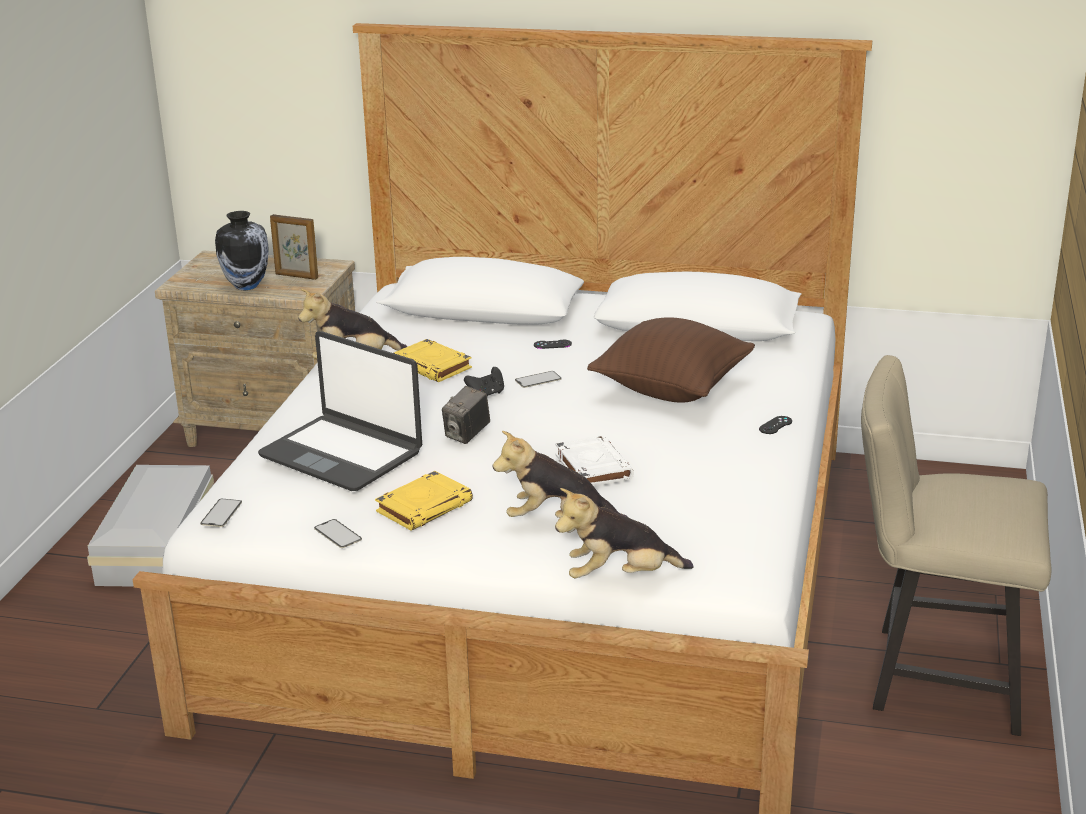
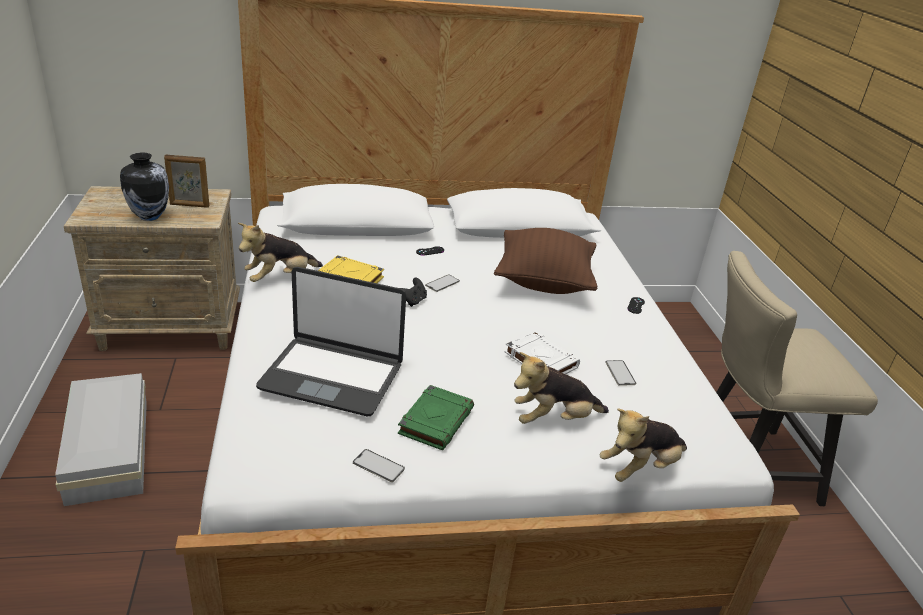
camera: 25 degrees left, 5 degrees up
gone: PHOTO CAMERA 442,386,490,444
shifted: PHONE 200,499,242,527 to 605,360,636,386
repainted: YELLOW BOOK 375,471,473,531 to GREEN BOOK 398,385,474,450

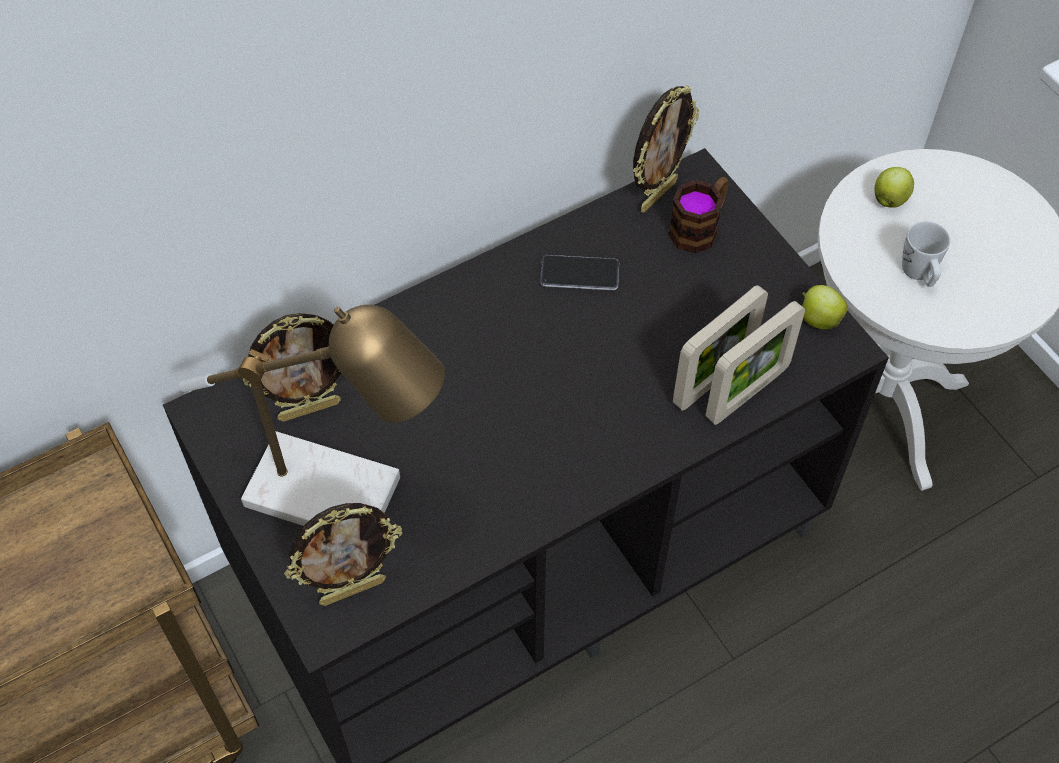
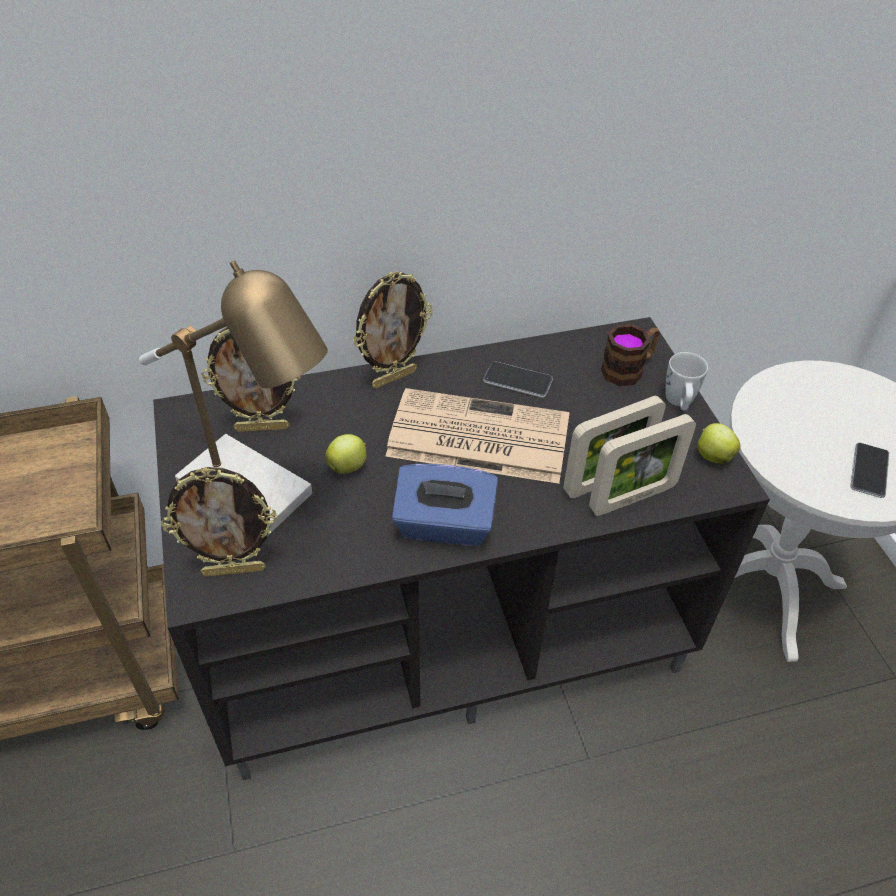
camera: 15 degrees right, 10 degrees down
new: NEWSPAPER 386,388,570,484; BLUE TISSUE BOX 392,464,498,546; PHONE 850,443,889,498
shifted: APPLE 875,167,914,207 to 325,434,366,474; PICTURE FRAME 633,85,699,213 to 353,272,433,389; WHITE MUG 902,221,950,287 to 665,352,708,410

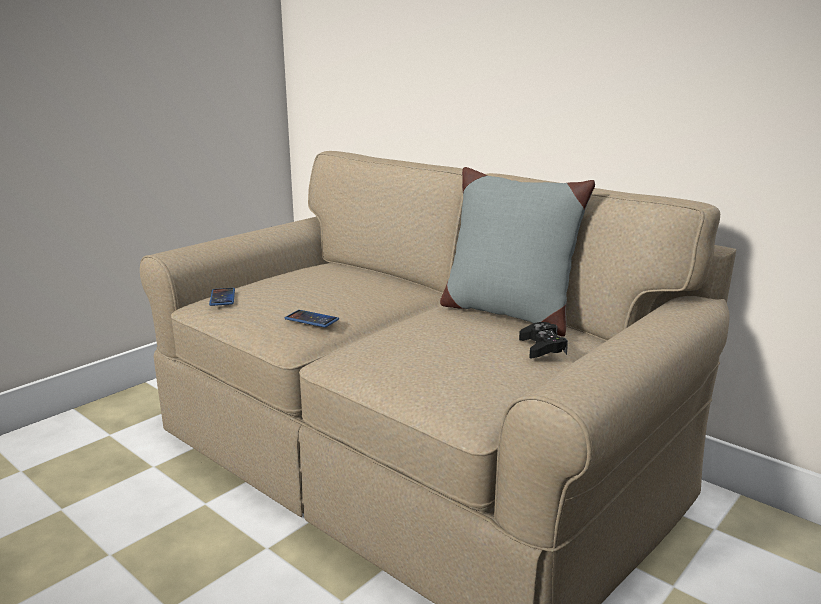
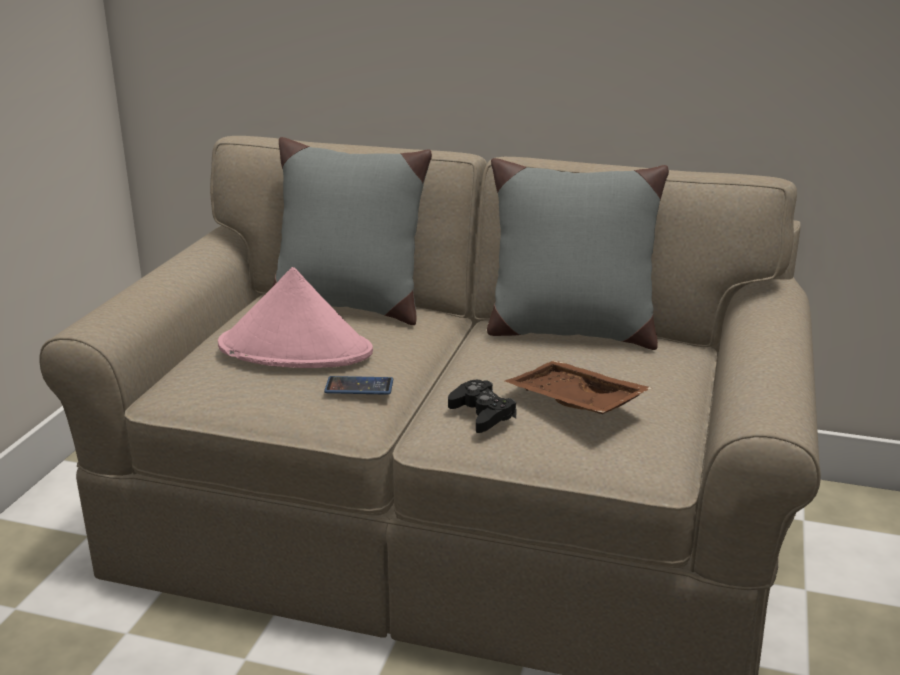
camera: 25 degrees left, 5 degrees up
gone: PHONE 209,288,235,306
new: PINK HAT 218,267,373,368; GREY PILLOW 272,137,432,325; BROWN TRAY 505,361,652,414
shifted: BLACK GAME CONTROLLER 519,322,568,358 to 448,380,517,433

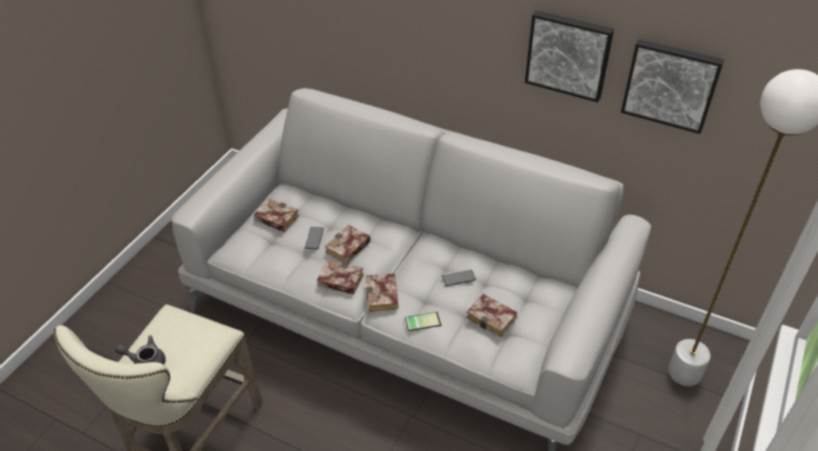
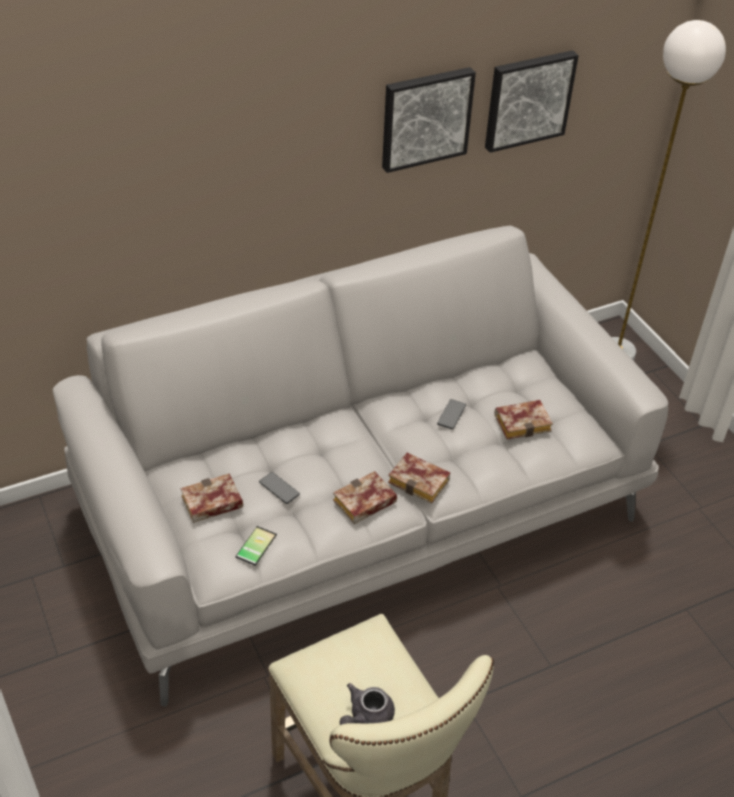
camera: 55 degrees left, 0 degrees up
gone: BOOK 325,225,371,263
shifted: PHONE 405,312,441,331 to 235,526,277,566

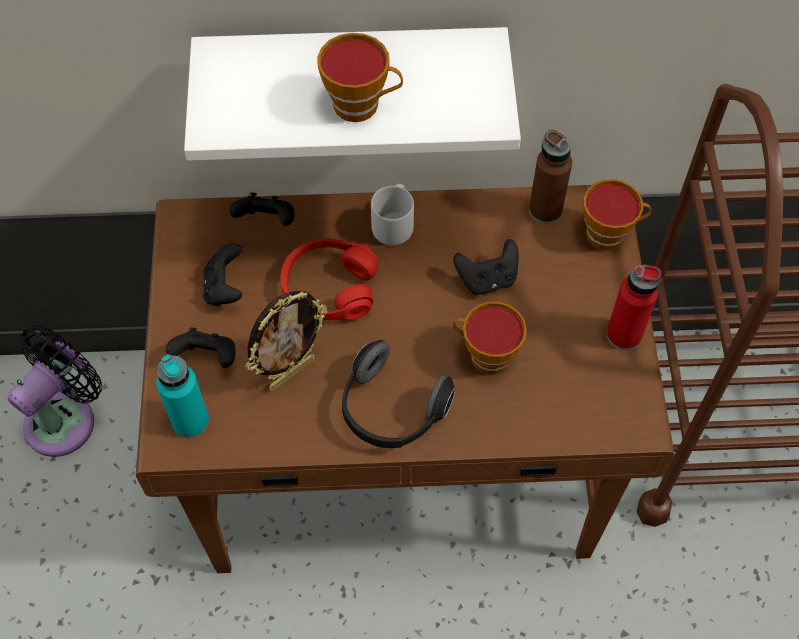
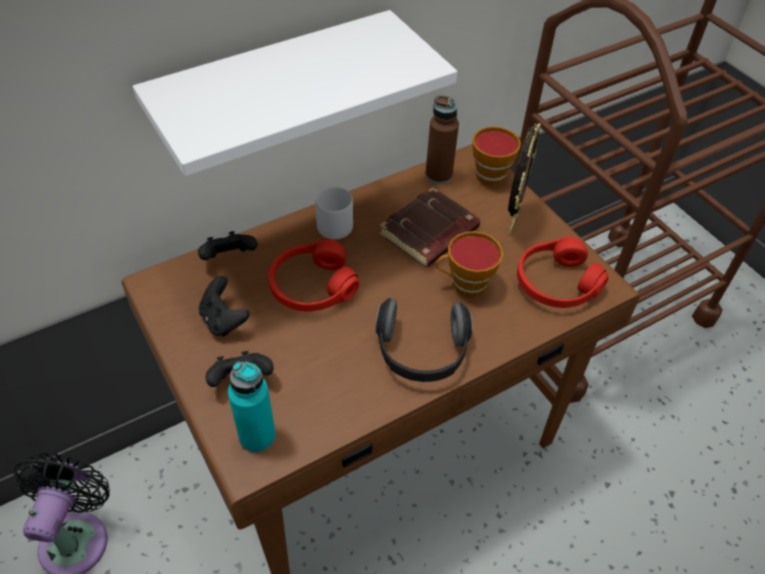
camera: 30 degrees left, 10 degrees down
gone: CUP 317,33,403,122; RED BOTTLE 606,264,662,350
new: RED HEADPHONES 517,236,609,308
shifted: PICTURE FRAME 246,291,327,391 to 508,123,541,234
swapped: BLACK GAME CONTROLLER 454,239,519,295 to BROWN BOOK 379,187,480,267

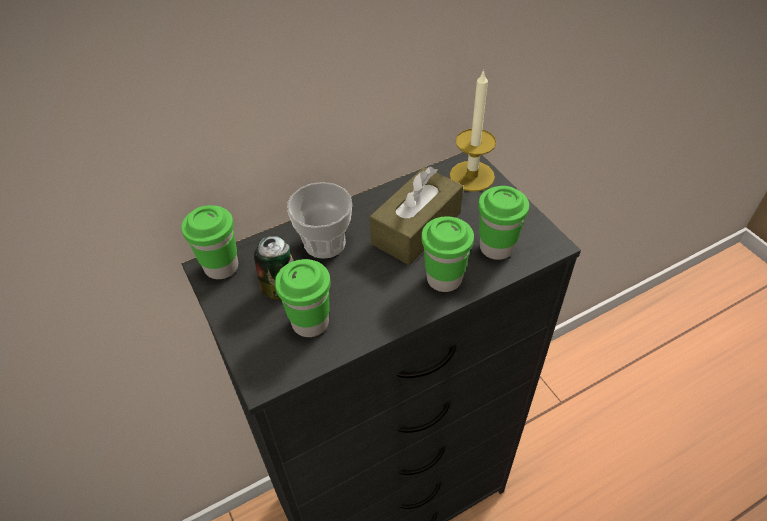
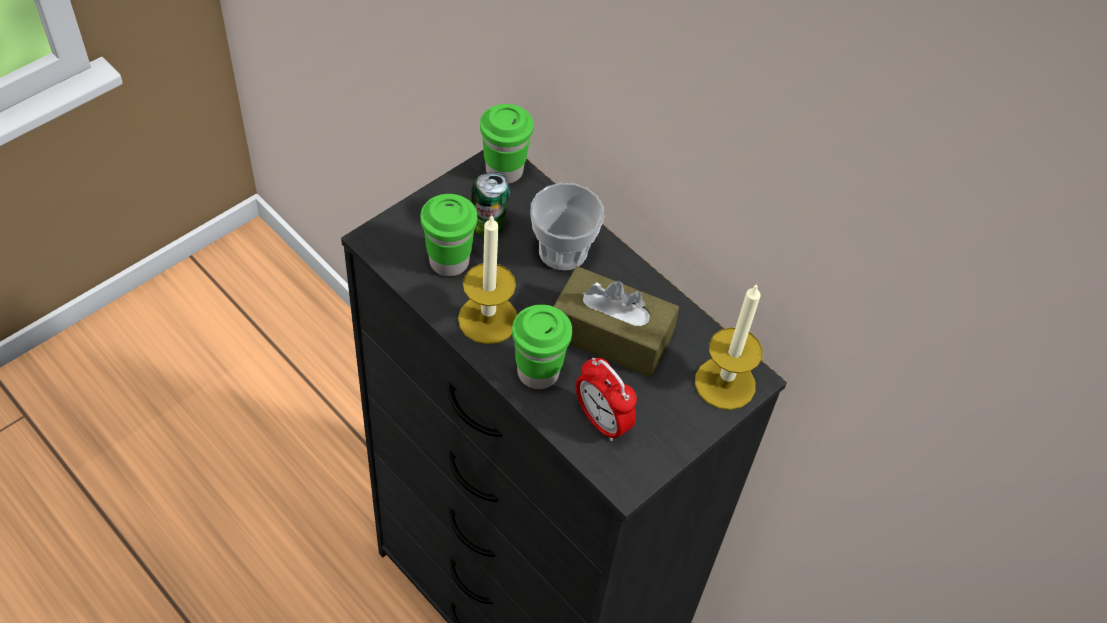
camera: 70 degrees right, 5 degrees up
new: CANDLE 458,215,517,344
swapped: GREEN CUP 478,186,529,260 to ALARM CLOCK 576,358,637,441

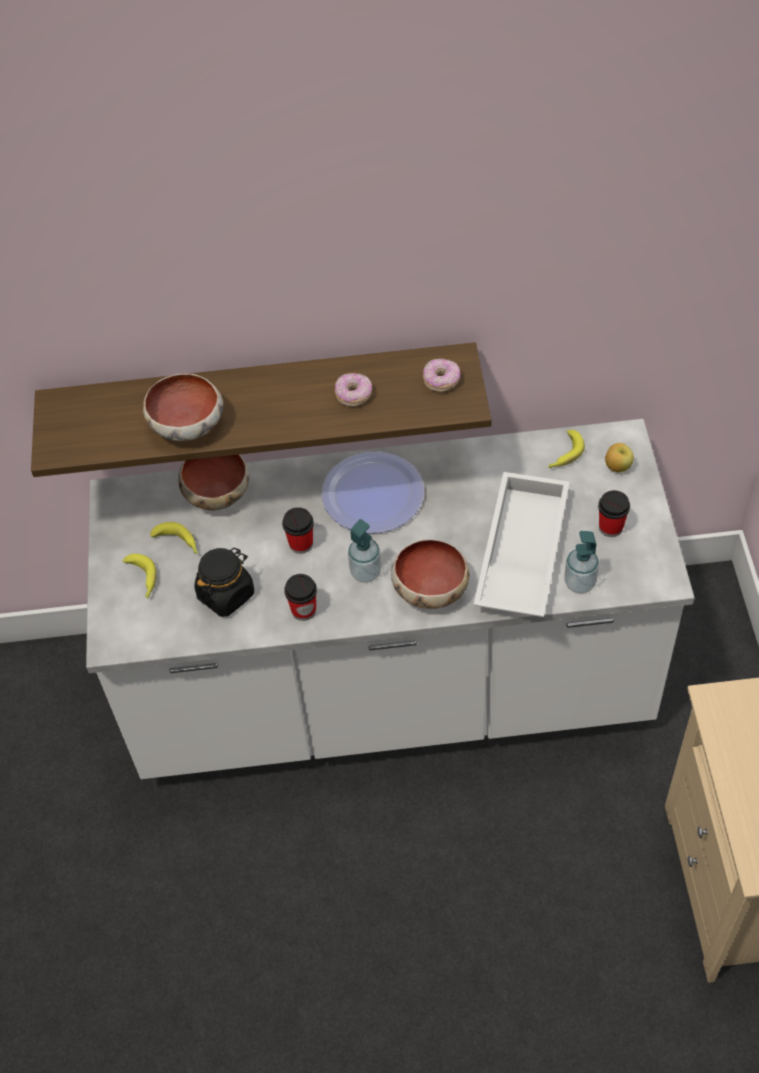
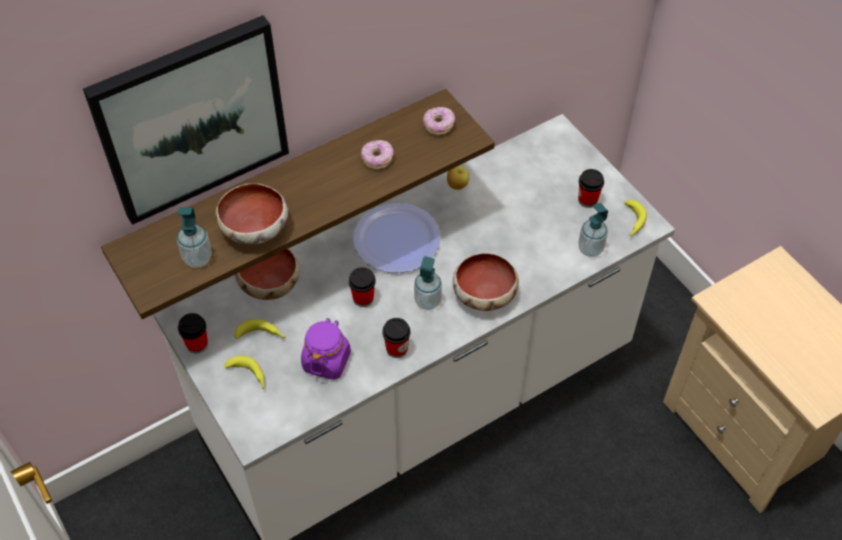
camera: 30 degrees left, 0 degrees up
gone: WHITE TRAY 474,472,570,617
new: PICTURE 83,15,289,225; SOAP DISPENSER 177,207,212,268; CUP 178,313,208,354
shifted: APPLE 605,443,634,472 to 447,166,470,190; BANANA 548,430,585,468 to 624,200,647,237
repainted: BLACK JAR 195,548,254,617 to PURPLE JAR 301,318,351,380

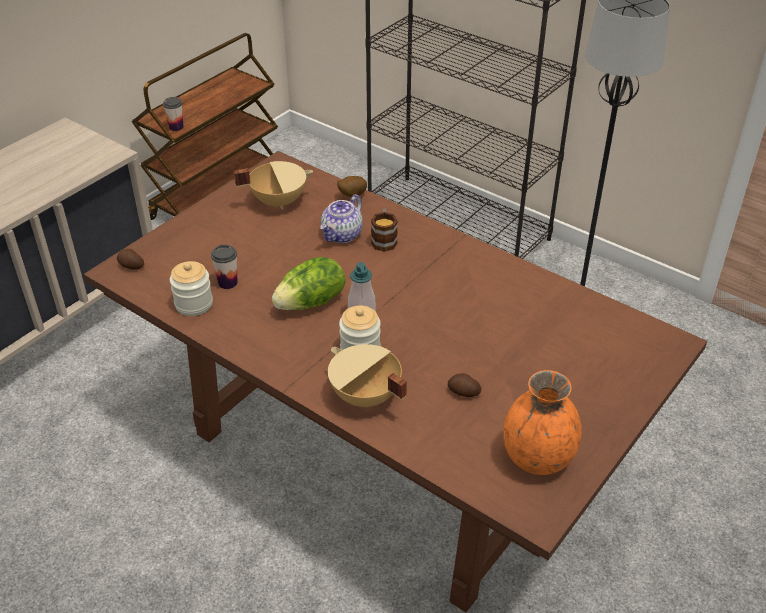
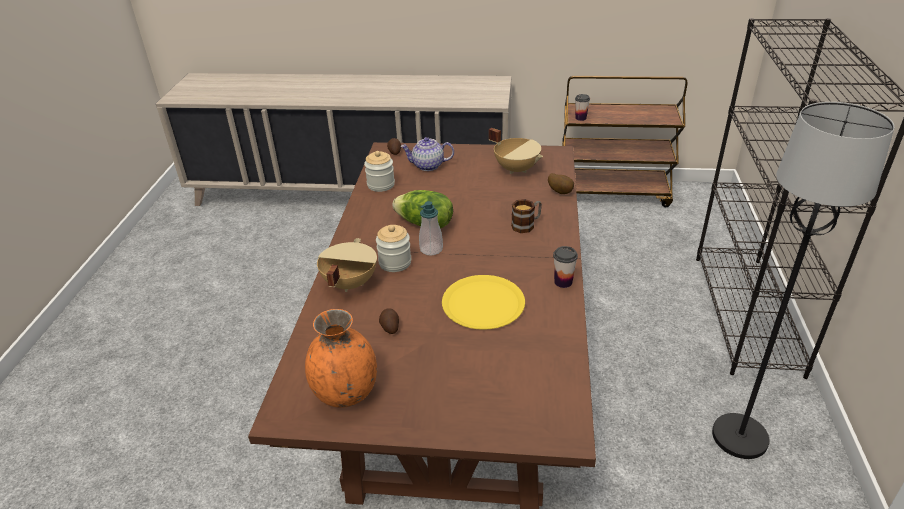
camera: 60 degrees right, 5 degrees down
new: YELLOW PLATE 442,275,525,330
shifted: TEAPOT 320,194,363,243 to 400,137,454,171; CUP 211,245,238,289 to 553,246,578,288

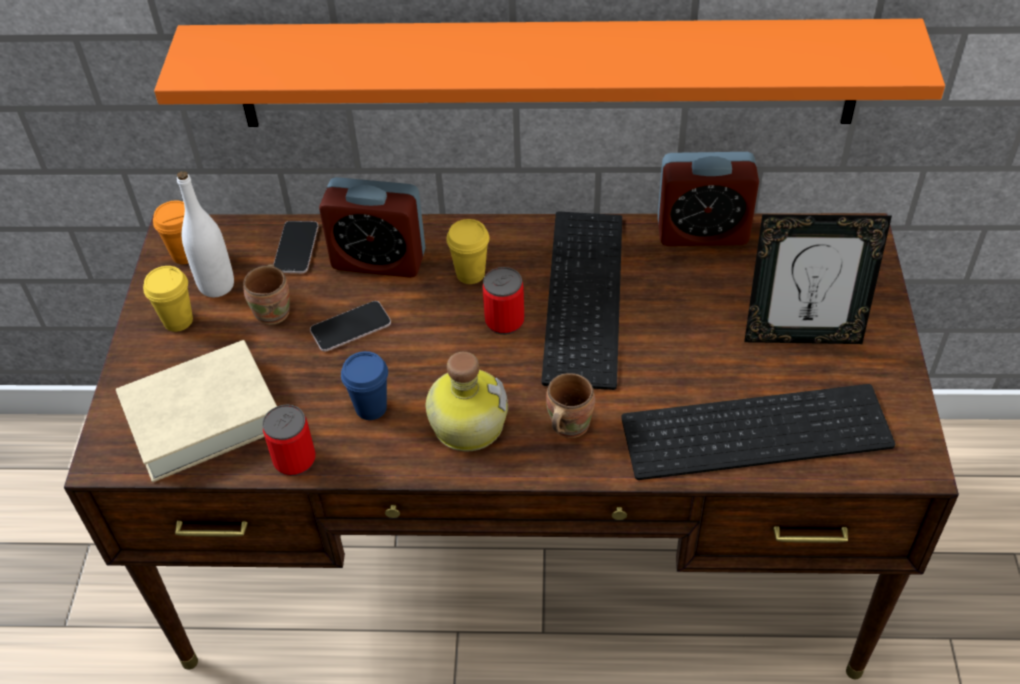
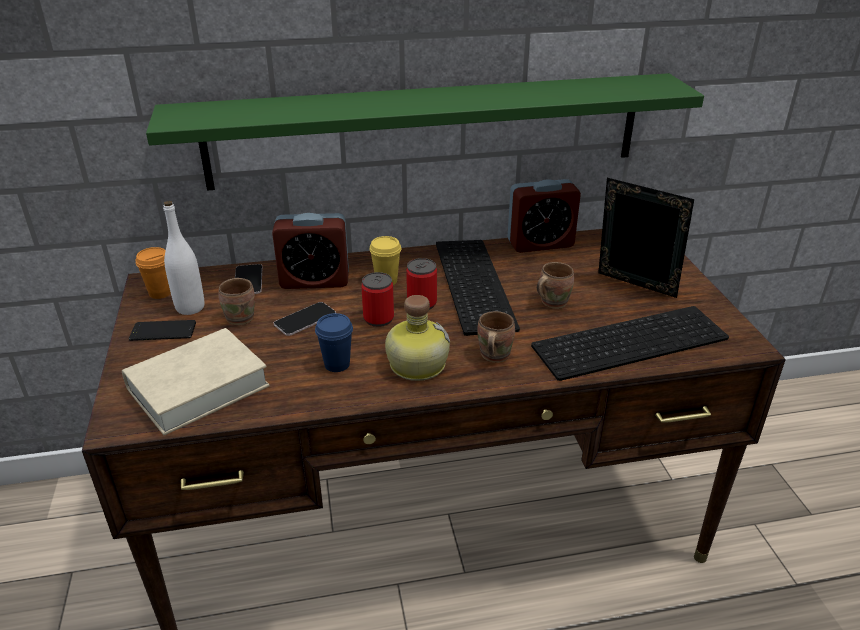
camera: 15 degrees left, 15 degrees down
new: BROWN MUG 537,262,574,309
shifted: CAN 262,404,316,476 to 361,272,394,327
swapped: YELLOW CUP 143,266,193,332 to PHONE 129,320,196,341
repainted: ORANGE SHELF 154,19,945,127 to GREEN SHELF 146,73,704,191
rotated: PICTURE FRAME 744,214,892,344 = 598,178,694,298 135 degrees counterclockwise

